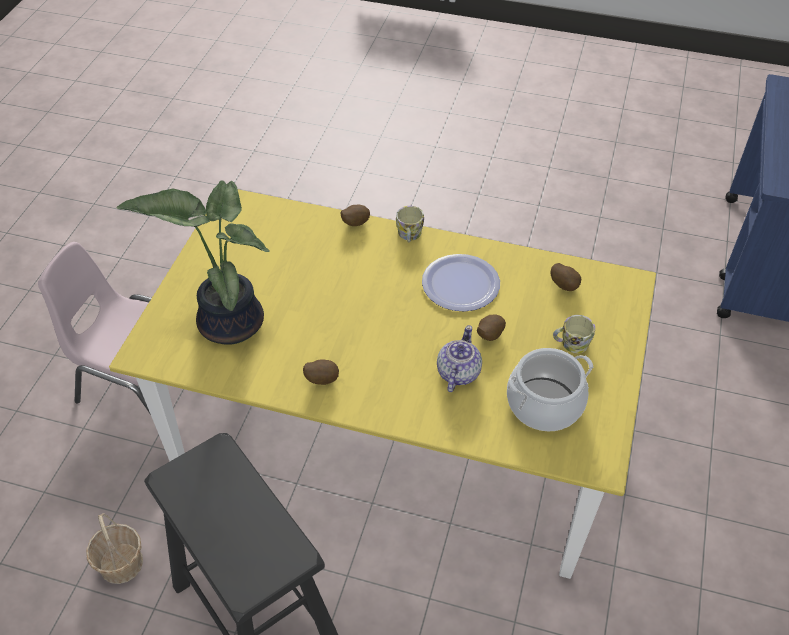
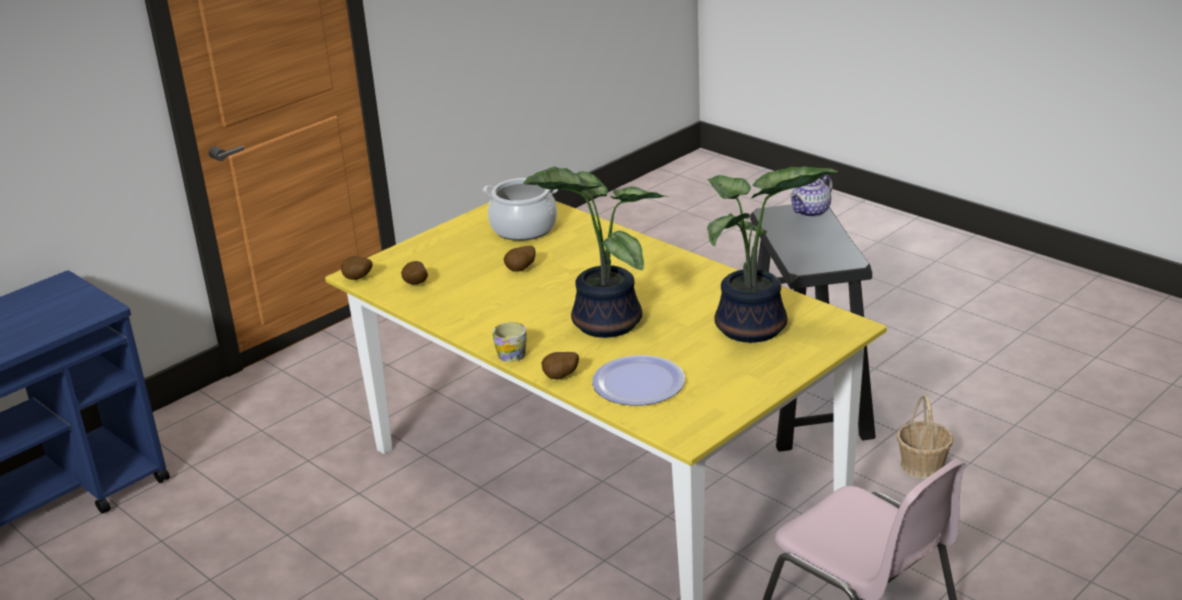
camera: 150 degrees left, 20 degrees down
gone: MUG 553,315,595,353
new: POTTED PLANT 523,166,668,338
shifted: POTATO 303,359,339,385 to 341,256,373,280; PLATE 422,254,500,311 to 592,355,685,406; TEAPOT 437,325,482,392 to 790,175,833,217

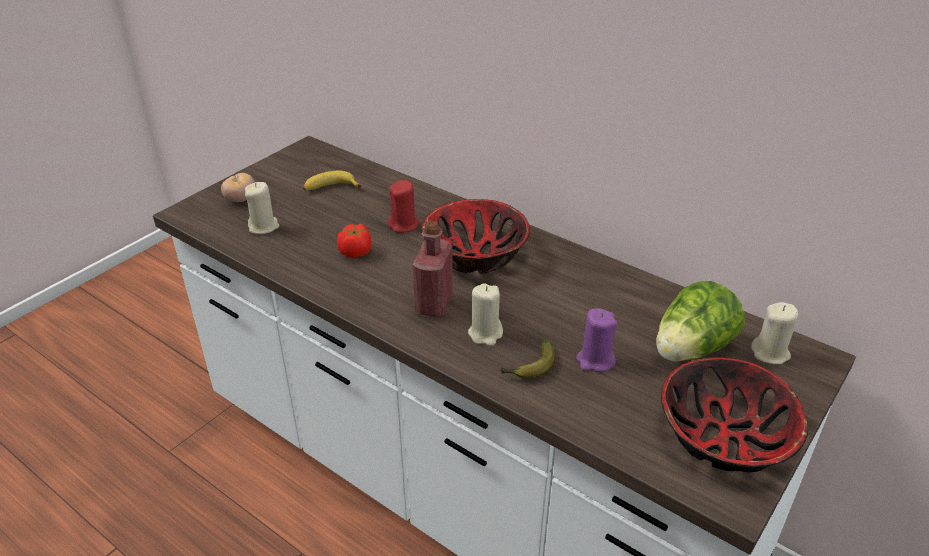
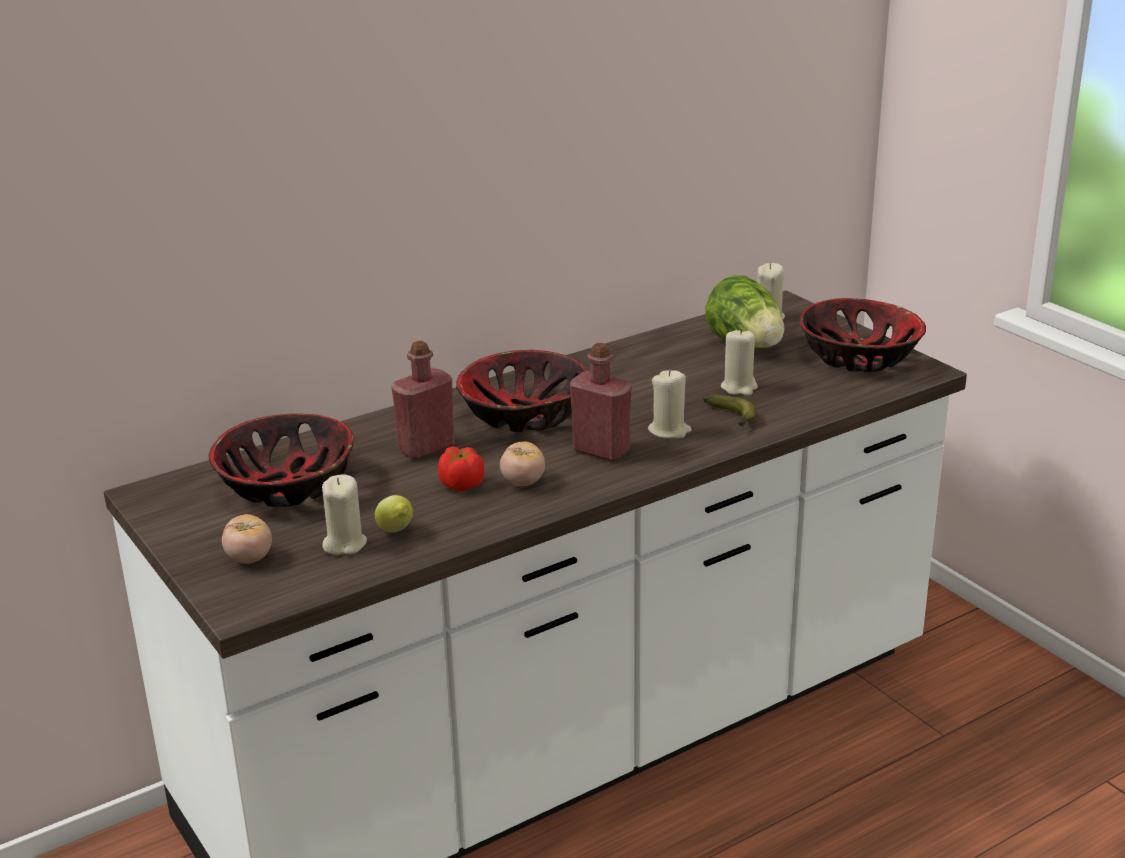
camera: 70 degrees left, 10 degrees down
new: LEMON 375,495,413,533; TOMATO 500,442,545,486
swapped: BANANA 303,171,361,191 to BOWL 208,413,354,507; RED CANDLE 388,180,419,233 to RED BOTTLE 391,341,454,459
repainted: PURPLE CANDLE 576,308,617,372 to BEIGE CANDLE 721,329,758,396

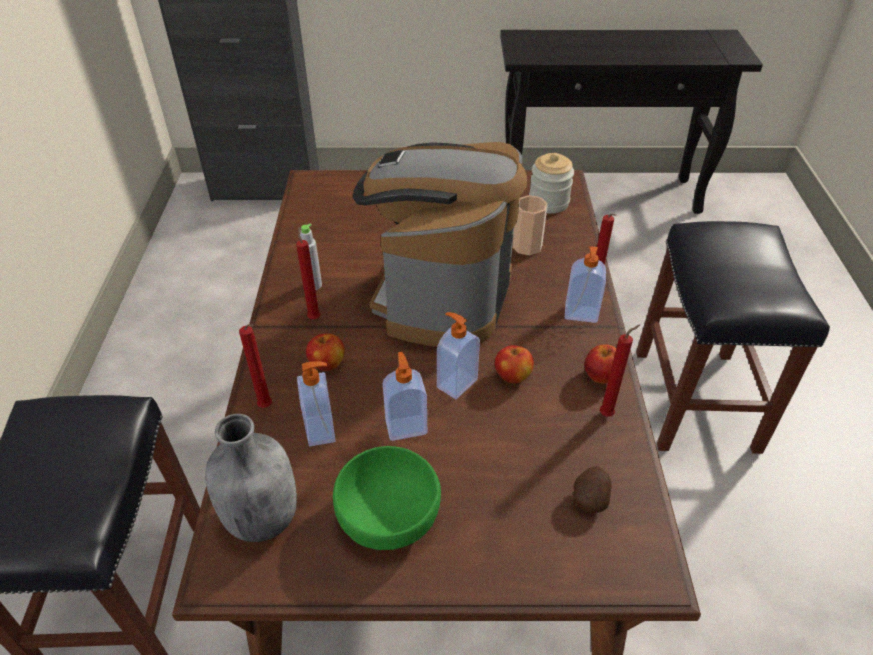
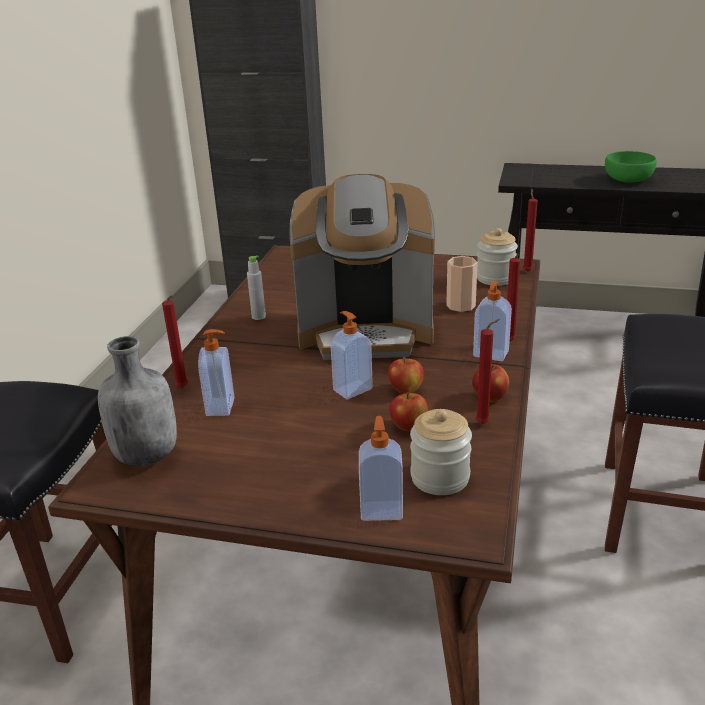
camera: 15 degrees right, 15 degrees down
shifted: SOAP DISPENSER 383,352,427,441 to 359,416,403,521; APPLE 306,333,345,371 to 389,393,428,431; RED CANDLE 296,227,320,319 to 523,189,538,272; GREEN BOWL 333,446,441,550 to 605,151,657,183
swapped: POTATO 573,466,612,513 to JAR 410,409,472,495
rotated: COFFEE MACHINE 353,142,527,347 = 289,174,435,360 120 degrees counterclockwise

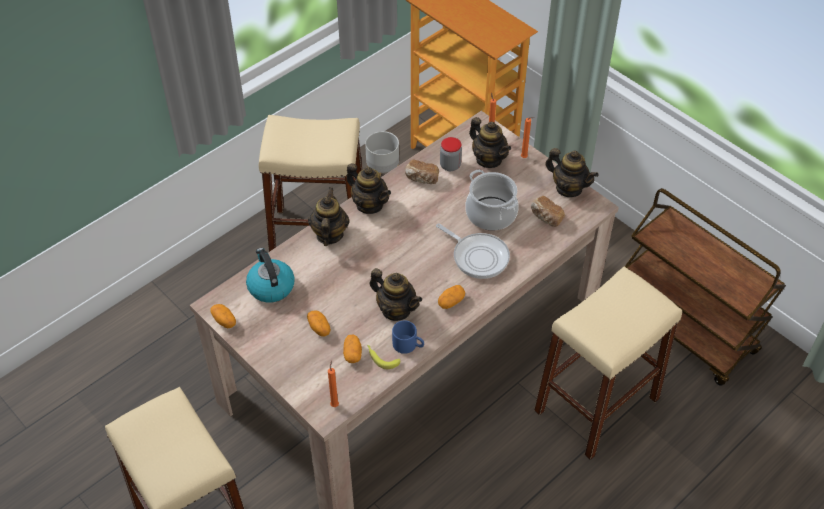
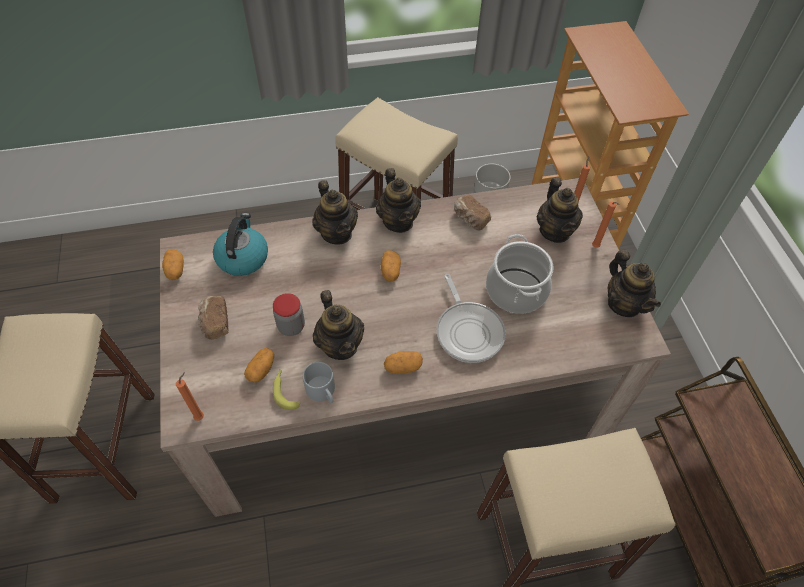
camera: 30 degrees right, 5 degrees up
shifted: BREAD 531,196,565,227 to 198,296,229,340; JAR 440,137,462,171 to 273,293,305,336; POTATO 307,311,331,337 to 381,250,401,281
repainted: BLUE MUG 392,320,424,354 to GREY MUG 303,362,335,403
rotated: TEAPOT 308,187,350,246 = 312,180,358,245 120 degrees clockwise

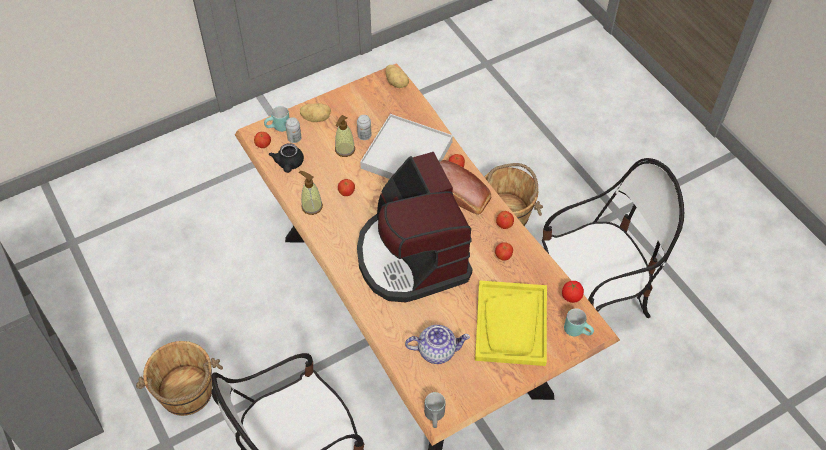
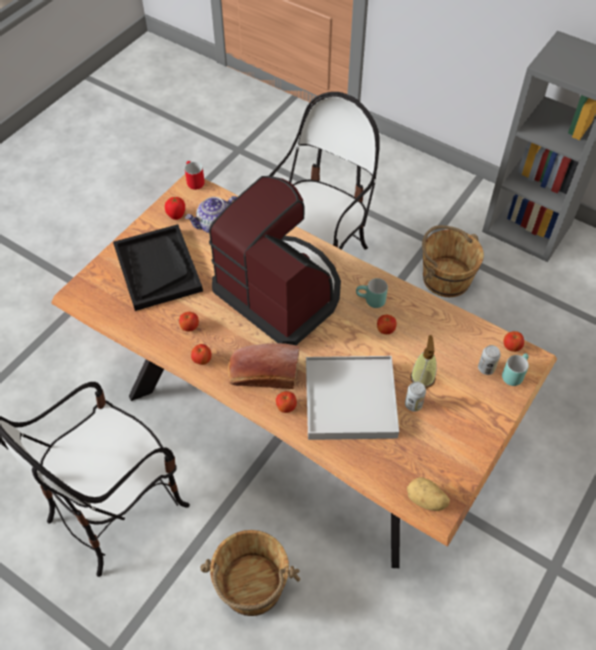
camera: 155 degrees right, 0 degrees up
gone: BLACK TEAPOT 269,143,304,173; SOAP DISPENSER 299,171,323,215; POTATO 300,103,331,122
shifted: TOMATO 562,281,584,303 to 165,197,185,220; TURQUOISE MUG 564,308,594,337 to 356,278,388,308
repainted: YELLOW TRAY 475,280,547,366 to BLACK TRAY 113,224,203,311; GREY MUG 424,392,446,428 to RED MUG 185,161,205,190

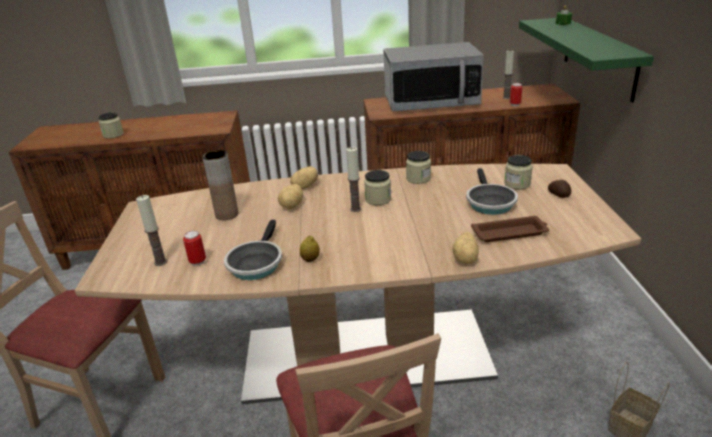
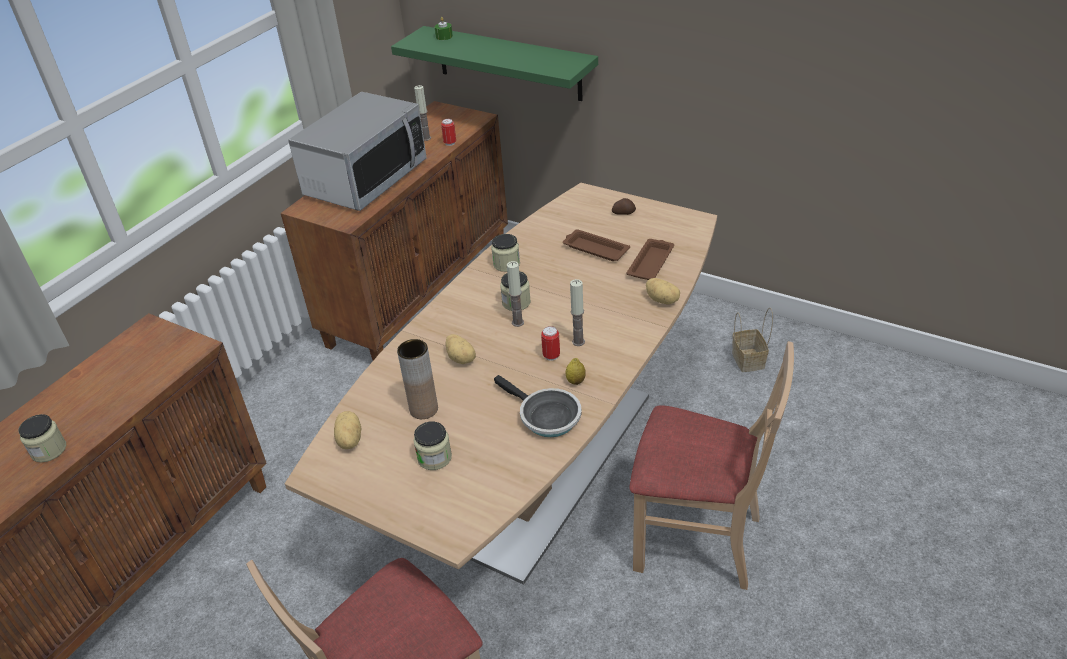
camera: 55 degrees left, 10 degrees up
shifted: POTATO 290,166,318,189 to 334,411,362,449; JAR 504,155,533,189 to 414,422,452,470; CAN 183,231,206,266 to 541,326,560,361; CANDLE 136,195,168,266 to 570,279,585,346
swapped: FRYING PAN 466,168,518,215 to BROWN TRAY 563,229,630,261

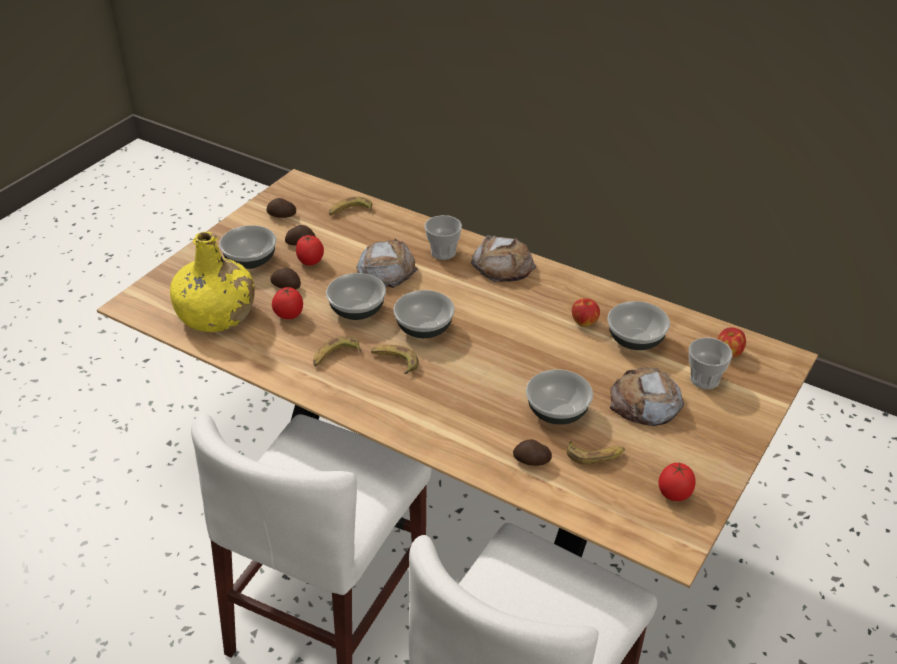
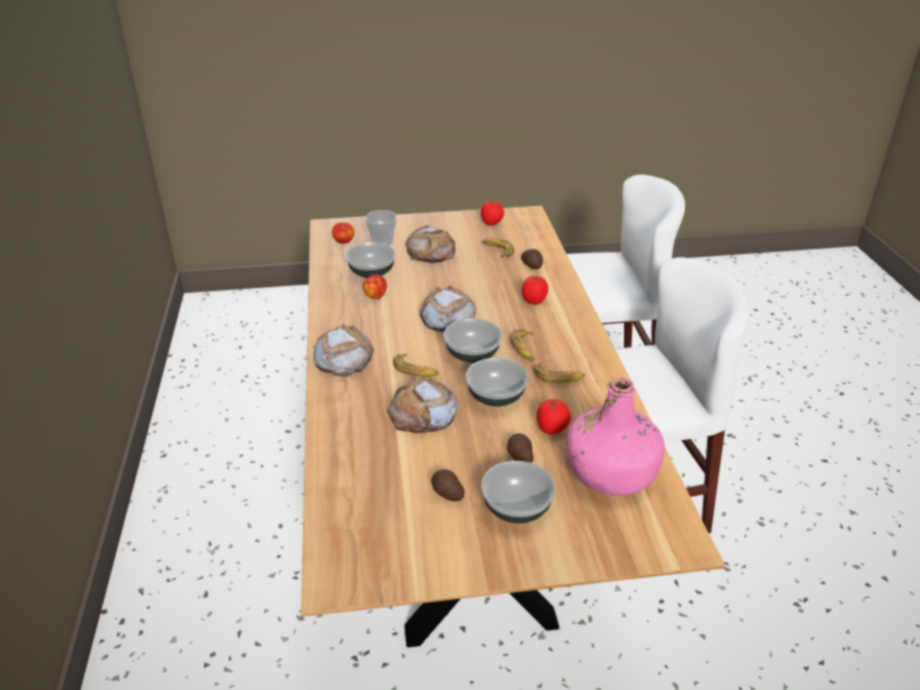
camera: 130 degrees left, 5 degrees down
gone: POTATO 267,198,296,218; CUP 425,215,462,260; BOWL 526,369,593,425
new: BREAD 419,286,476,332
shifted: BANANA 329,197,372,215 to 393,354,439,377; TOMATO 296,235,324,266 to 522,276,548,305
repainted: YELLOW BOTTLE 170,232,255,332 to PINK BOTTLE 567,378,665,496

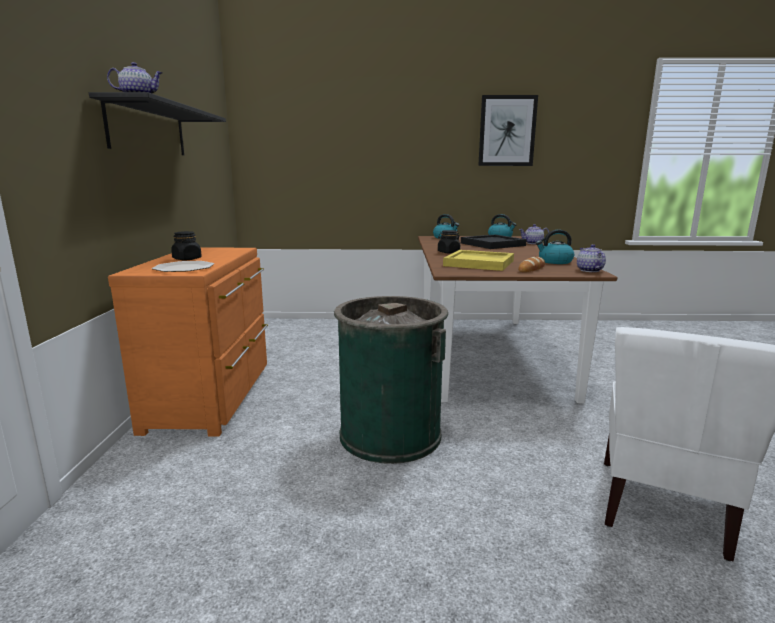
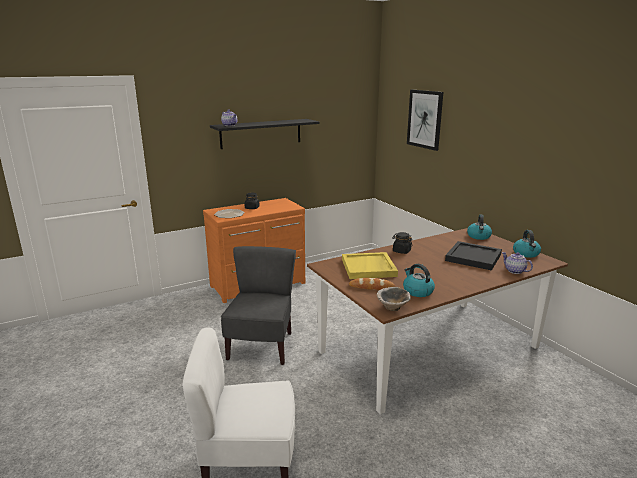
camera: 60 degrees right, 5 degrees up
shifted: PICTURE 478,95,538,166 to 407,90,443,151
swapped: GREEN TRASH CAN 334,296,448,464 to GREY CHAIR 221,246,296,365; TEAPOT 577,244,606,272 to BOWL 377,287,411,311

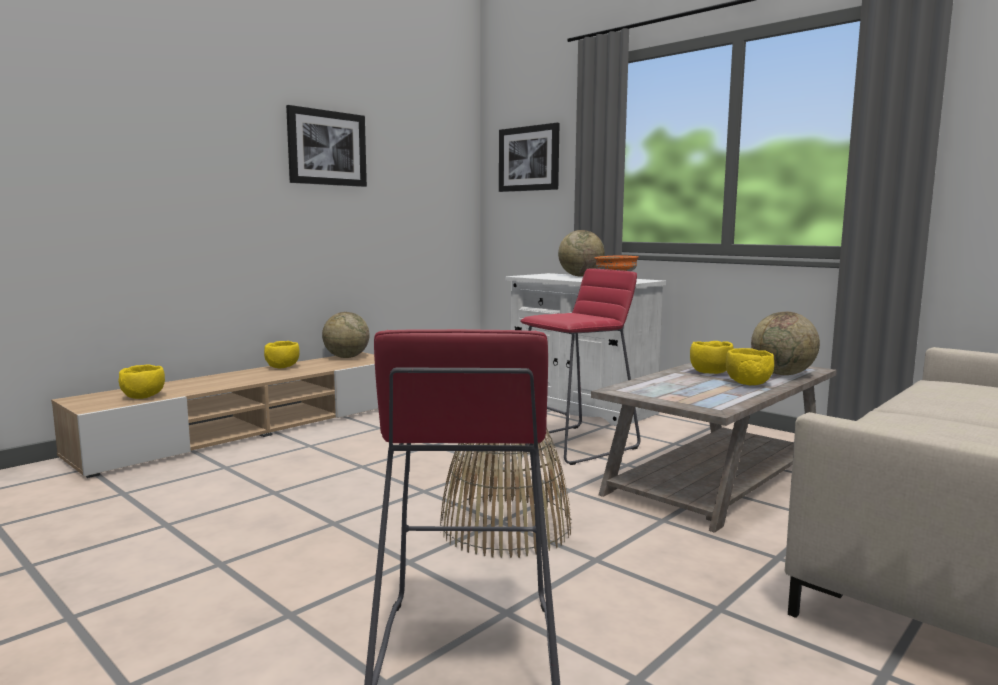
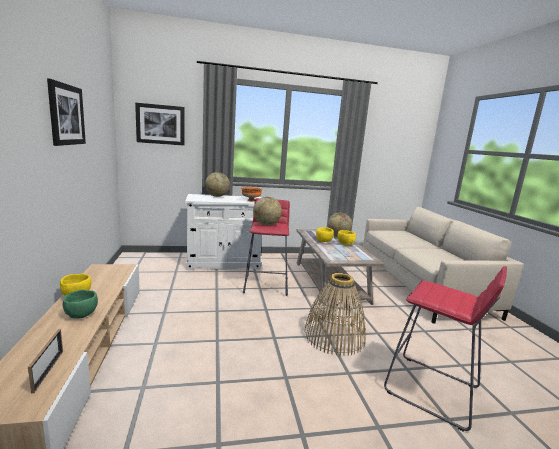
camera: 55 degrees left, 5 degrees up
new: GREEN BOWL 63,290,98,319
shifted: GLOBE 322,312,369,358 to 253,197,282,226
swapped: YELLOW BOWL 119,364,165,399 to PICTURE FRAME 28,329,63,393

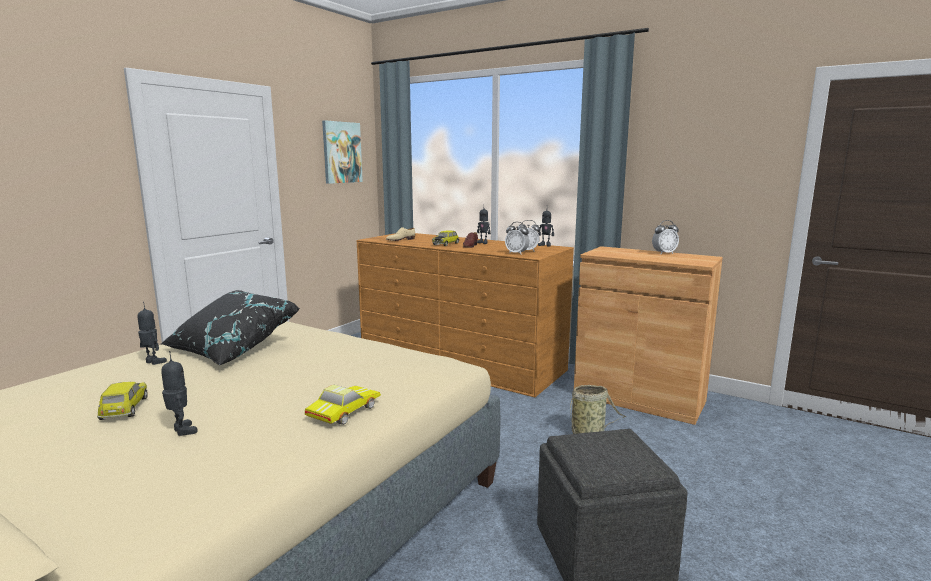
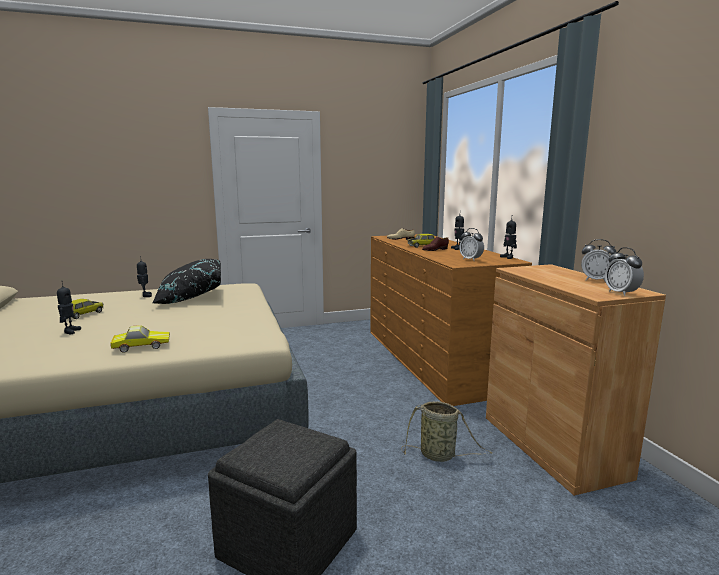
camera: 40 degrees right, 0 degrees up
gone: PICTURE 322,120,363,184
shifted: ALARM CLOCK 505,222,530,254 to 605,247,644,296

